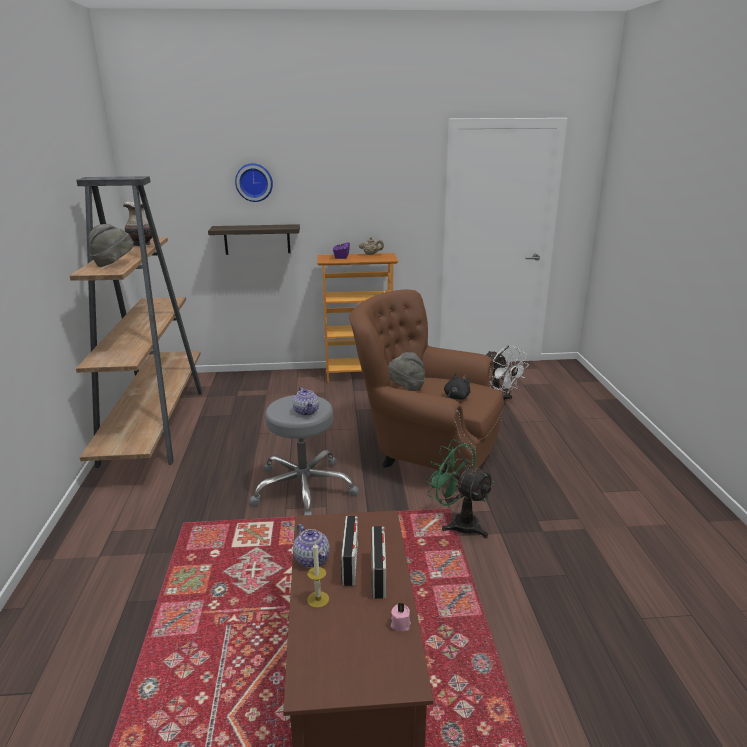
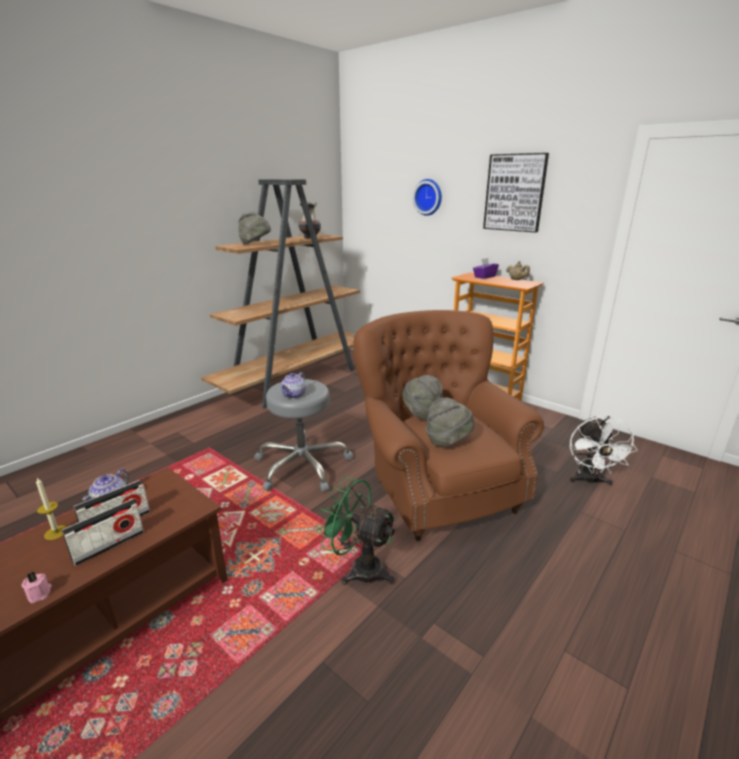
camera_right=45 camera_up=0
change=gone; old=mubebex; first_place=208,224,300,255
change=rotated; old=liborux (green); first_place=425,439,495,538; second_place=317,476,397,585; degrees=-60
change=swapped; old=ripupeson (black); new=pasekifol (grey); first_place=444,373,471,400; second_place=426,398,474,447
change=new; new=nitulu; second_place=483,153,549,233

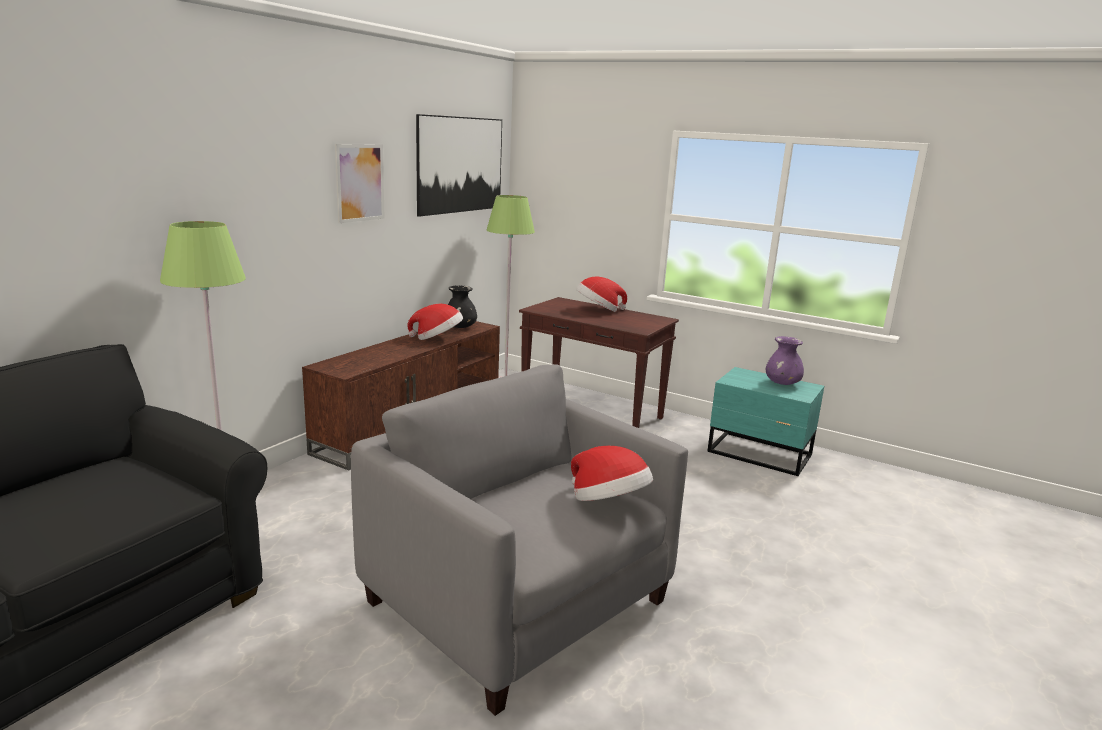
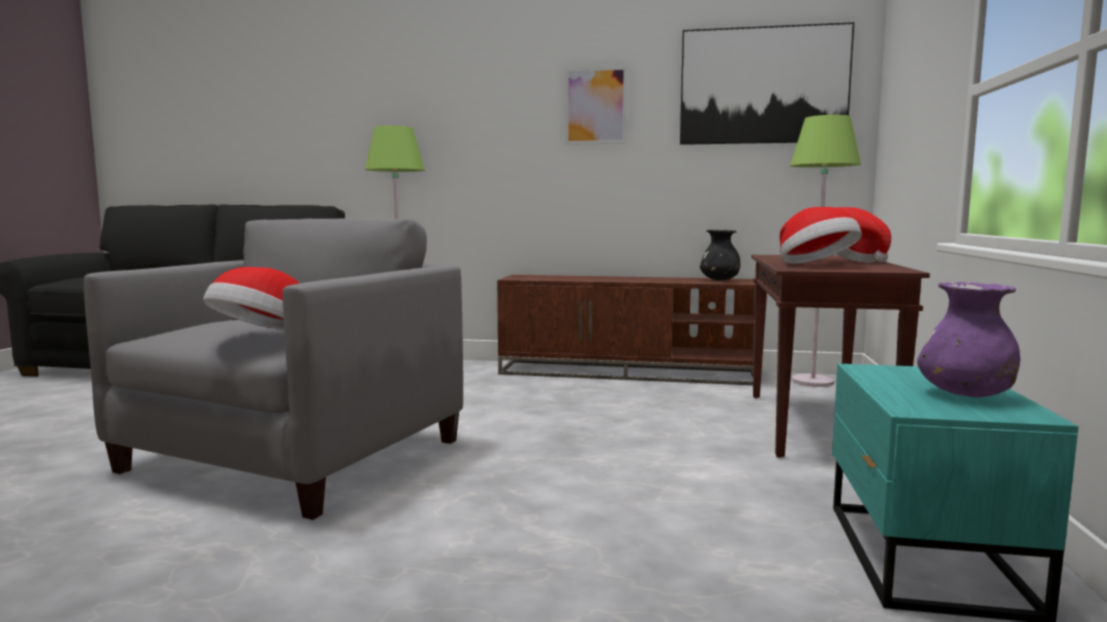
camera_right=70 camera_up=-10
change=shifted; old=pasekifol; first_place=407,304,463,340; second_place=780,207,862,264

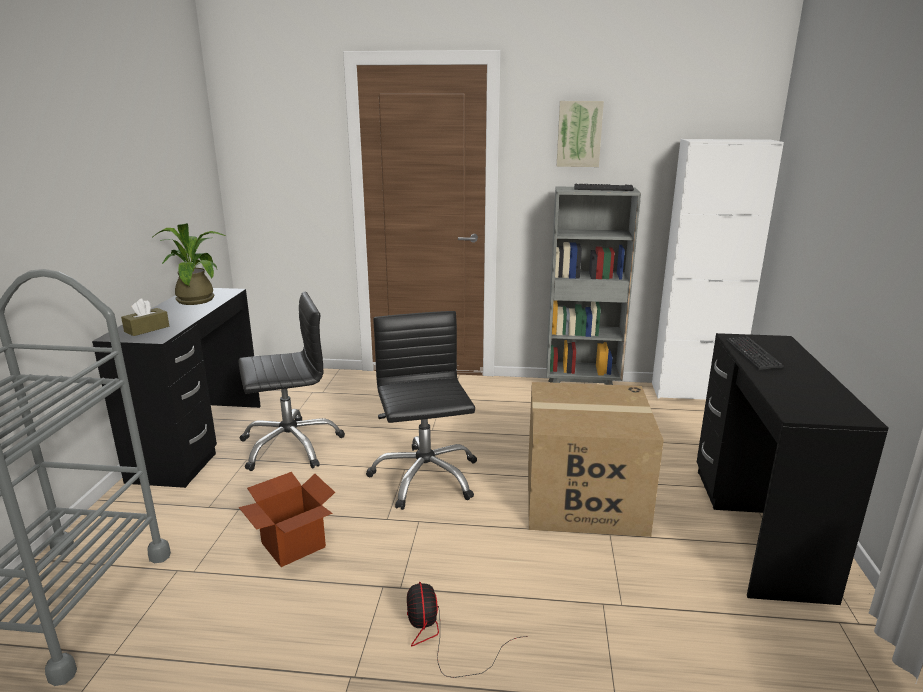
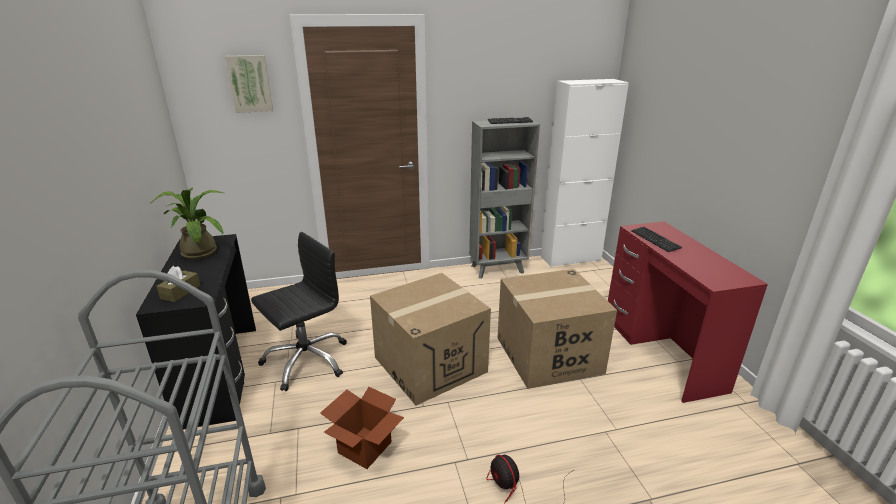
camera_right=-20 camera_up=5
change=swapped; old=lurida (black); new=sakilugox; first_place=366,311,477,510; second_place=370,273,491,406
change=shifted; old=nitulu; first_place=557,101,604,167; second_place=225,55,273,113
change=repainted; old=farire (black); new=farire (red); first_place=697,333,889,605; second_place=608,221,768,403

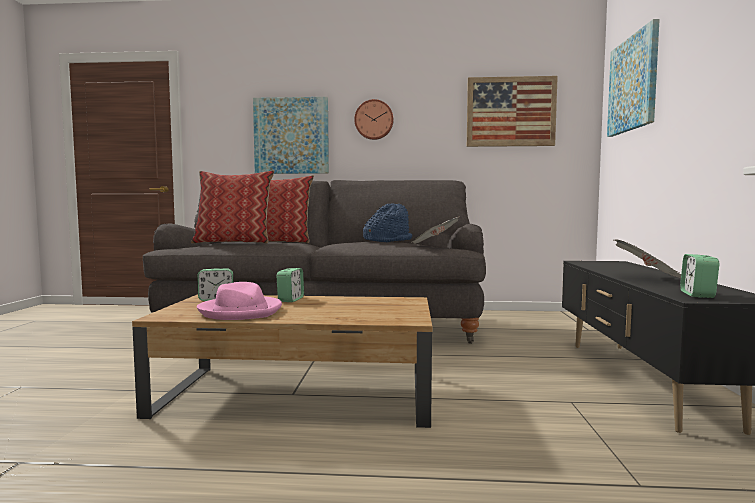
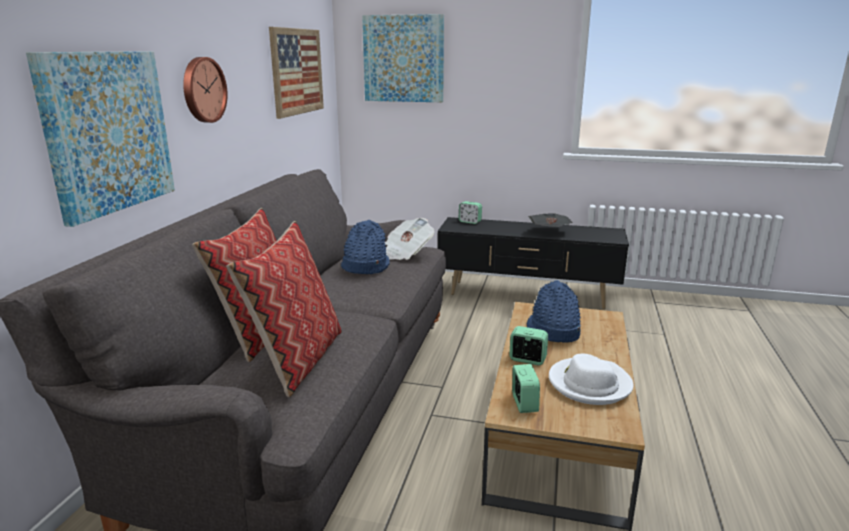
camera_right=-80 camera_up=15
change=repainted; old=pasekifol (pink); new=pasekifol (white); first_place=197,282,282,320; second_place=549,354,633,405
change=shifted; old=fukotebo; first_place=680,254,719,298; second_place=459,201,482,224
change=new; new=pasekifol (blue); second_place=527,280,581,342

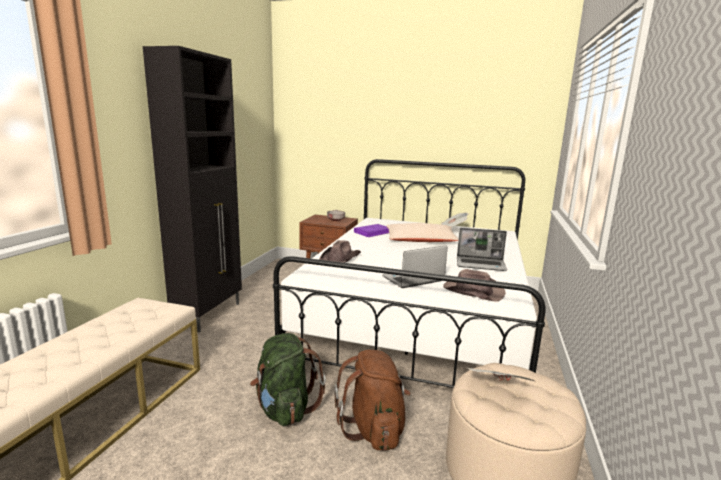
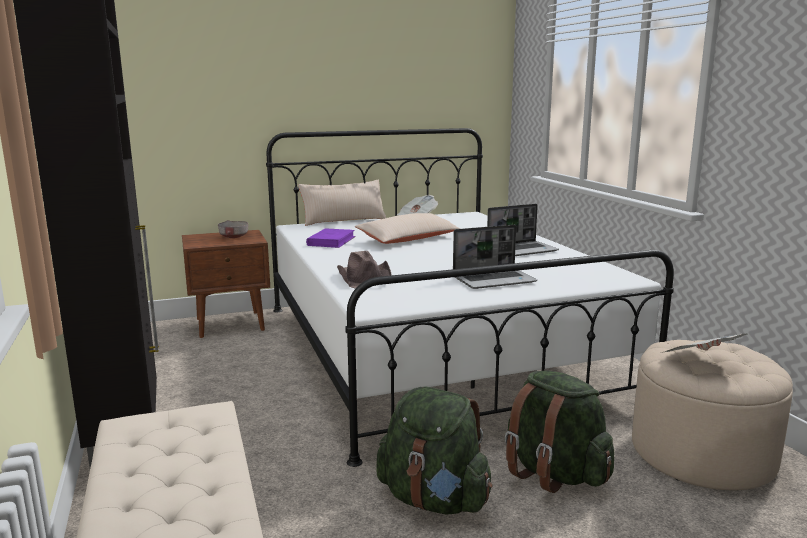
camera_right=-35 camera_up=0
change=repainted; old=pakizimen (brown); new=pakizimen (green); first_place=335,350,410,451; second_place=505,371,614,493
change=rotated; old=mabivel; first_place=382,246,448,288; second_place=453,225,537,289; degrees=-135
change=gone; old=pasekifol (brown); first_place=443,269,506,302
change=new; new=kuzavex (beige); second_place=298,180,386,226

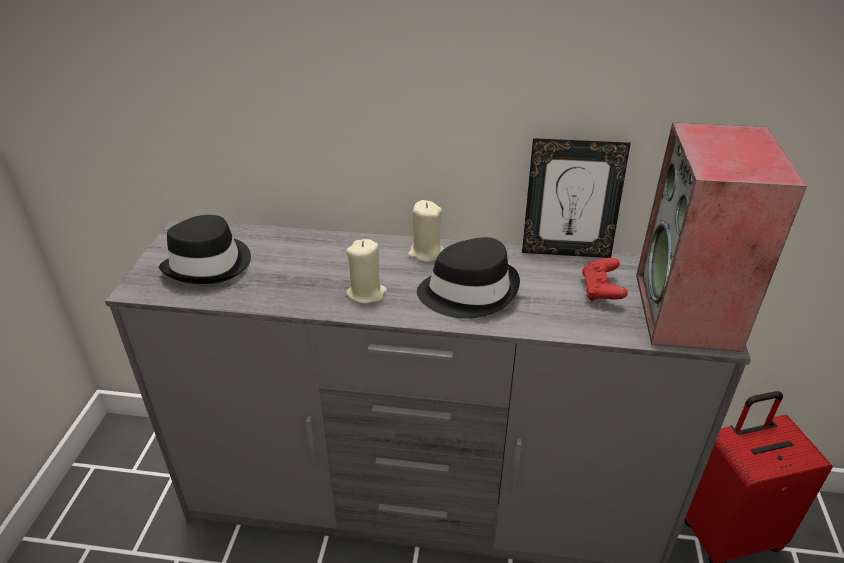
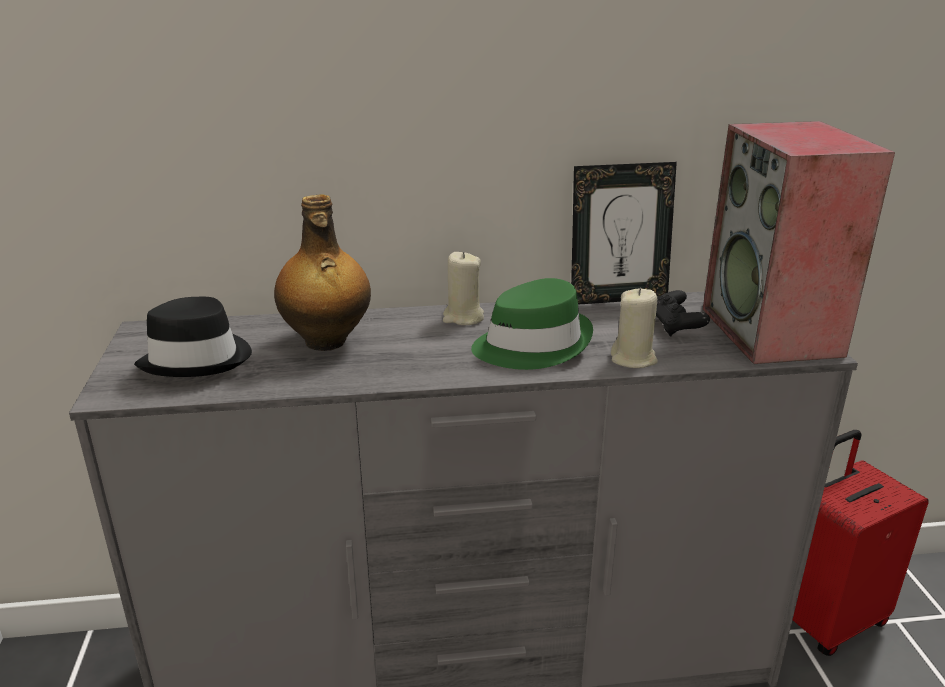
camera_right=-15 camera_up=-10
change=shifted; old=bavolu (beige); first_place=346,239,387,304; second_place=611,288,658,368
change=repainted; old=pasekifol (black); new=pasekifol (green); first_place=417,237,520,319; second_place=471,278,593,370
change=repainted; old=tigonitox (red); new=tigonitox (black); first_place=582,258,628,302; second_place=656,290,710,337
change=new; new=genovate; second_place=274,194,371,351

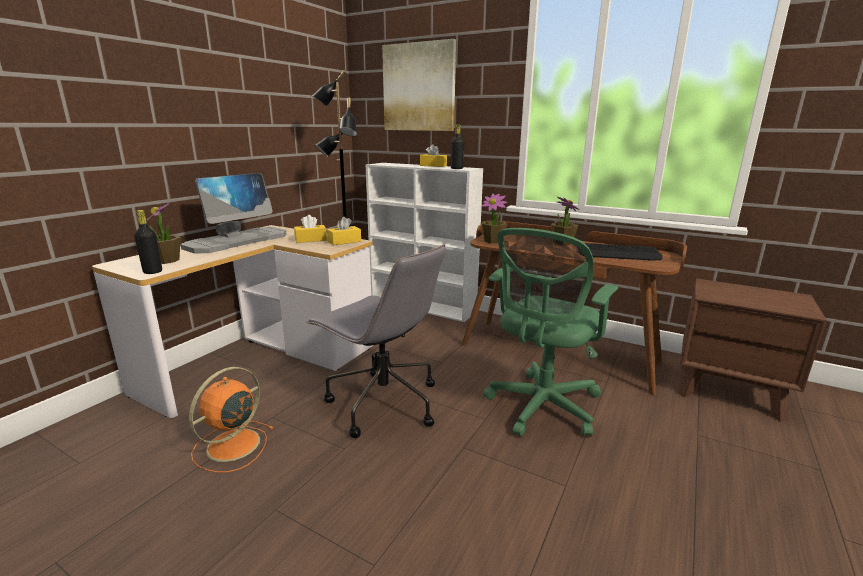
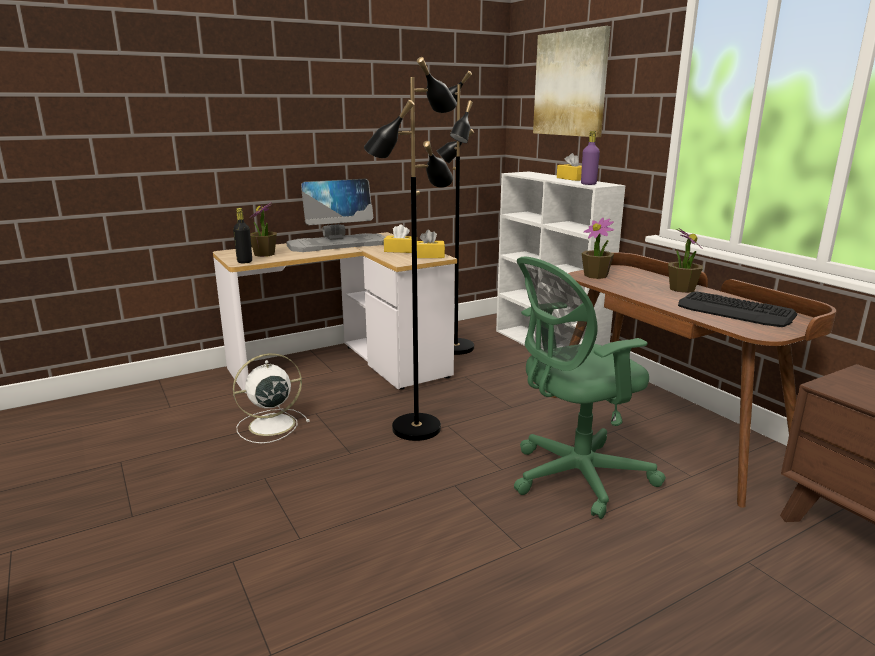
camera_right=30 camera_up=0
change=repainted; old=liborux (orange); new=liborux (white); first_place=189,367,273,473; second_place=233,353,310,443
change=swapped; old=lurida (grey); new=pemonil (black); first_place=306,244,446,438; second_place=364,57,457,441
change=repainted; old=genovate (black); new=genovate (purple); first_place=451,125,465,169; second_place=581,131,600,185

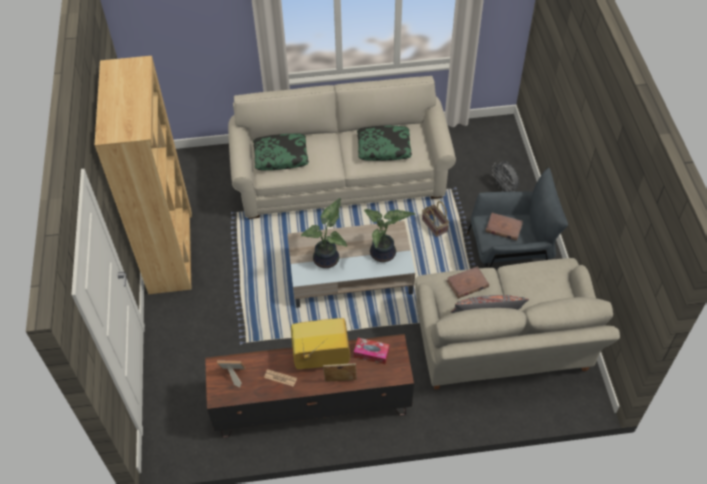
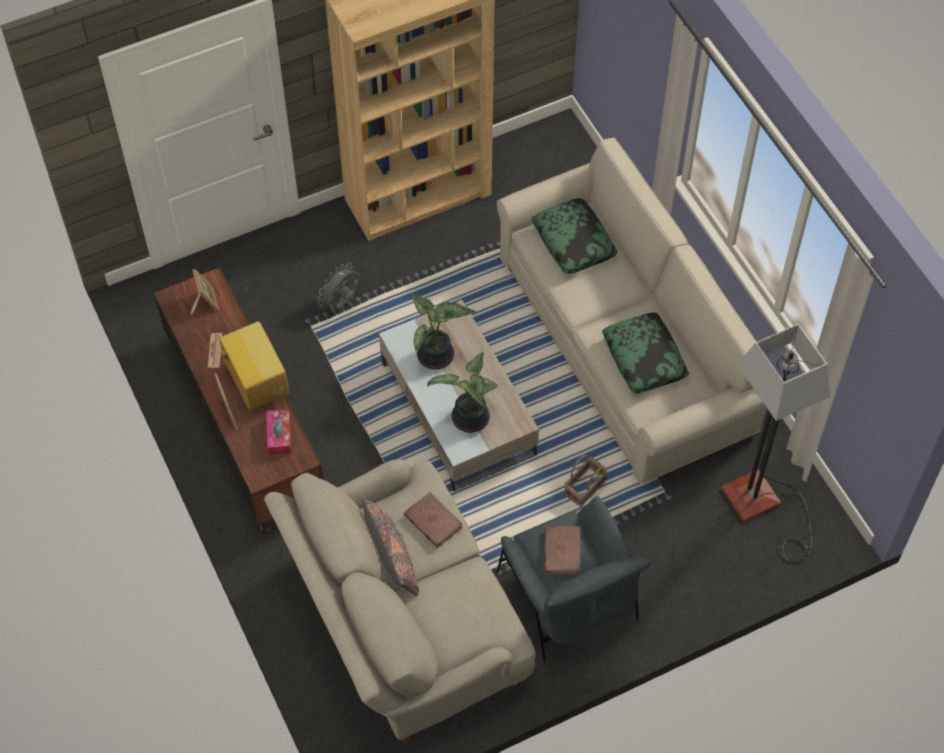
camera_right=70 camera_up=5
change=shifted; old=liborux (grey); first_place=492,161,519,192; second_place=318,263,360,311
change=new; new=pemonil; second_place=721,324,830,563

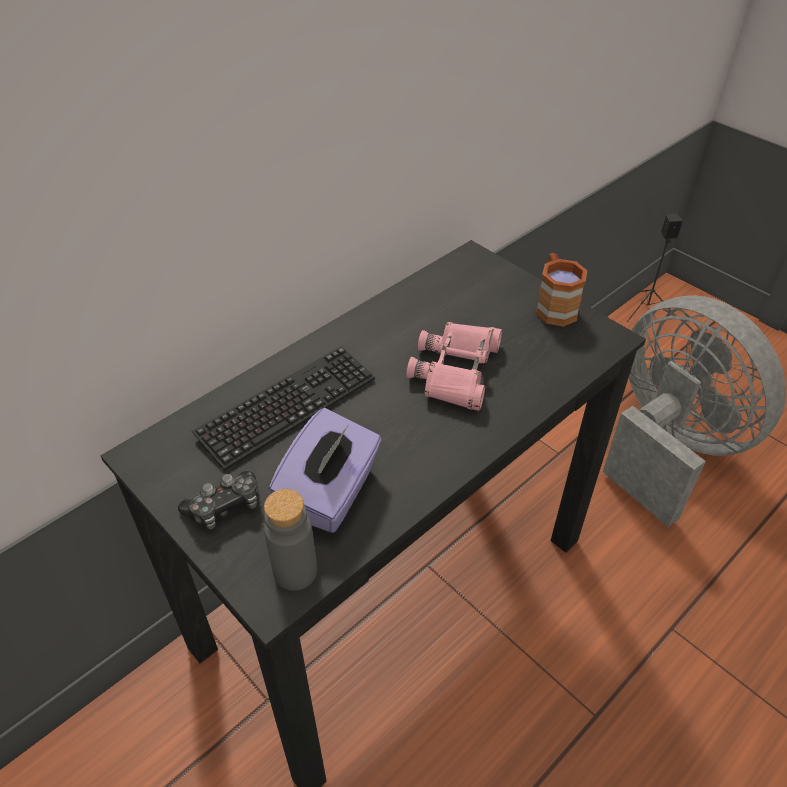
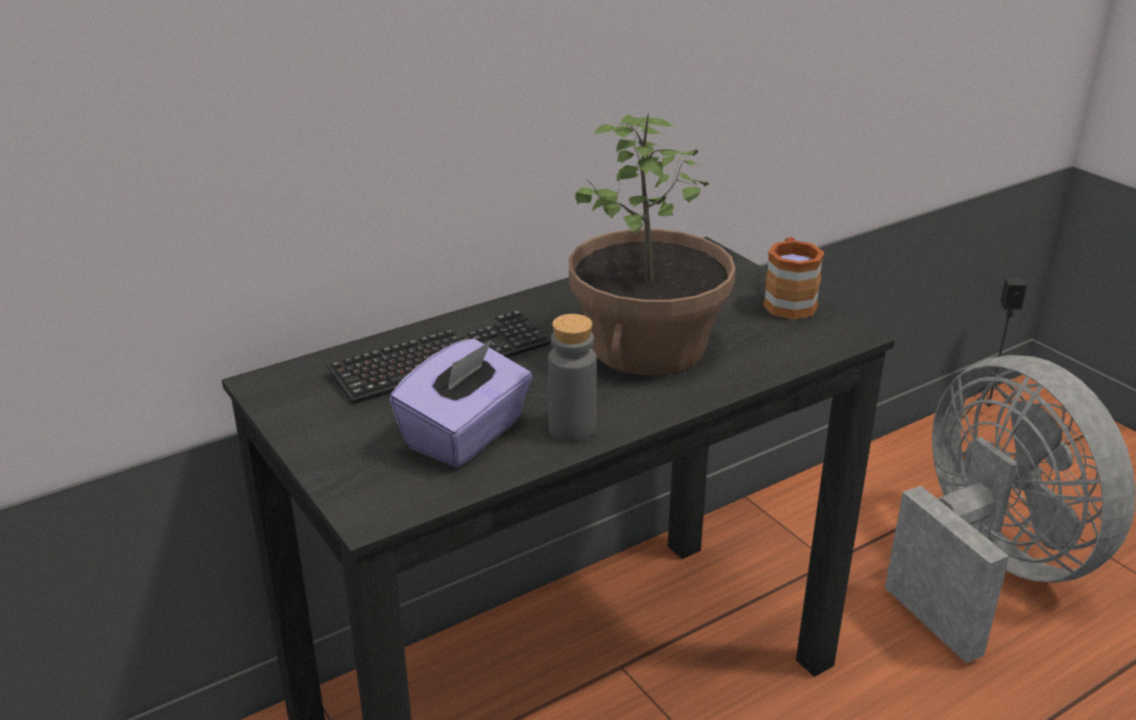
camera_right=10 camera_up=-15
change=gone; old=tigonitox; first_place=178,471,258,530
change=shifted; old=genovate (grey); first_place=264,489,317,591; second_place=548,314,597,442
change=swapped; old=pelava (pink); new=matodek; first_place=407,322,502,411; second_place=569,113,736,375

